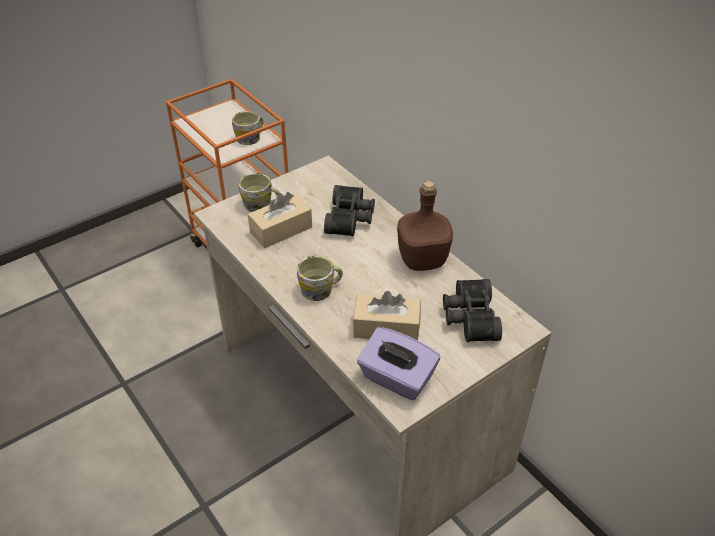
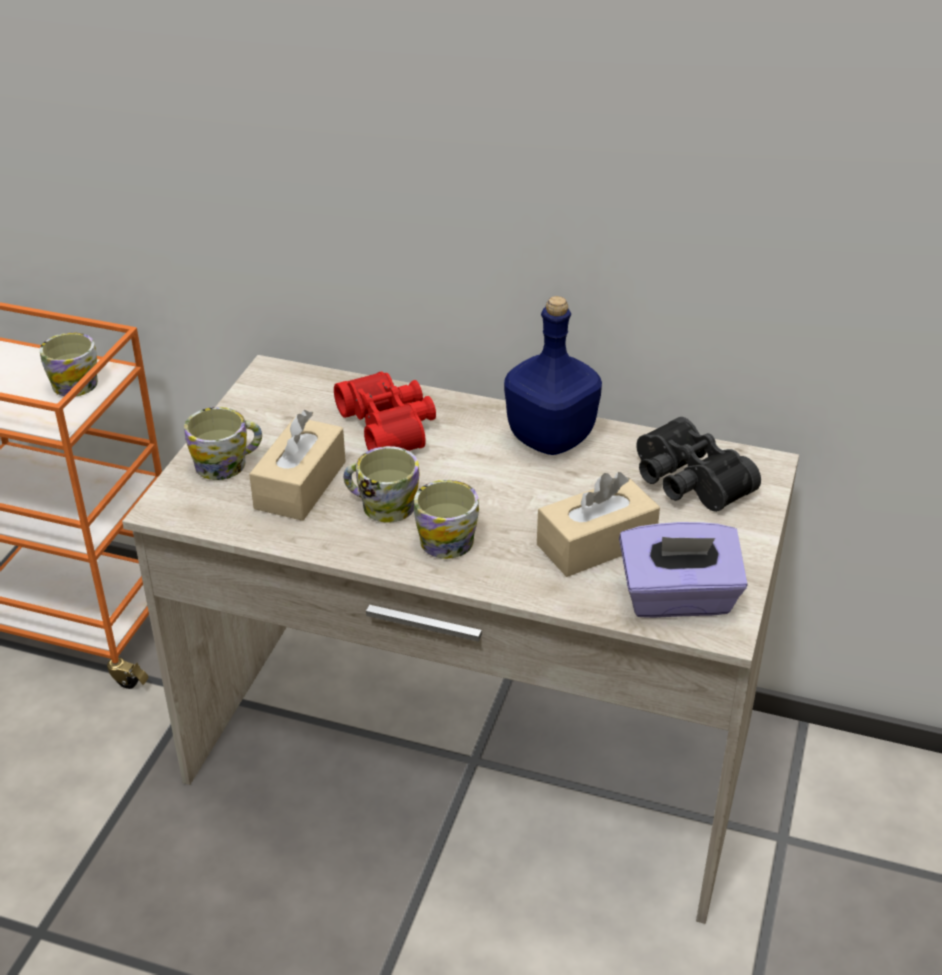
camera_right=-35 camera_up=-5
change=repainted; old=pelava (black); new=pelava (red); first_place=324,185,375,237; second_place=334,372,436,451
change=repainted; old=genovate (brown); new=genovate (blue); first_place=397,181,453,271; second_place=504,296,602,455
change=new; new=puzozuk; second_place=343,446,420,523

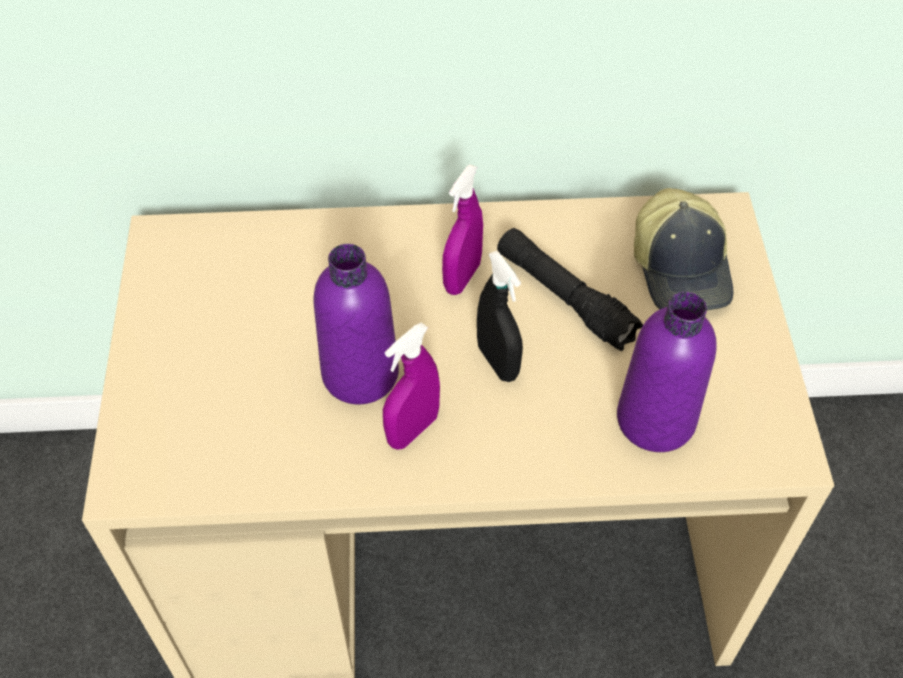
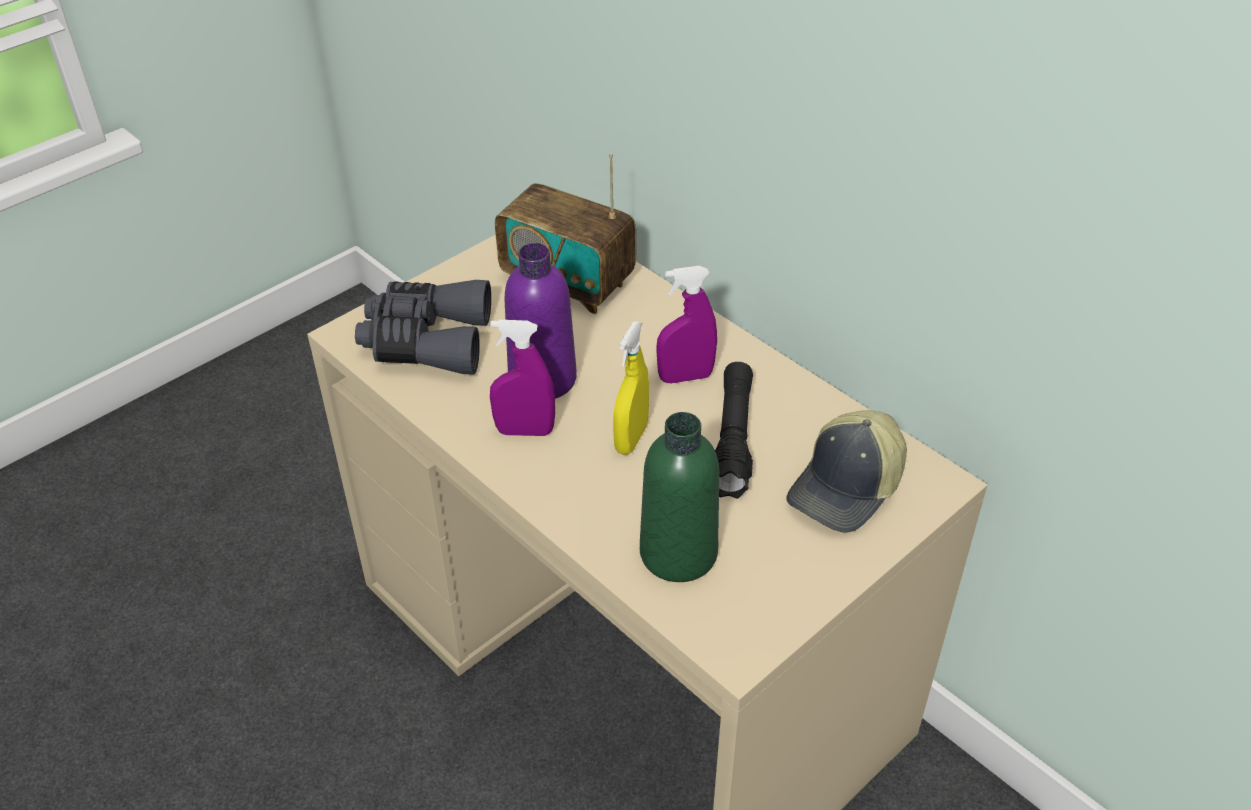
camera_right=50 camera_up=-10
change=repainted; old=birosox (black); new=birosox (yellow); first_place=477,251,523,382; second_place=613,321,649,455
change=repainted; old=genovate (purple); new=genovate (green); first_place=617,292,717,452; second_place=640,412,719,582
change=new; new=pelava (grey); second_place=355,280,491,375
change=new; new=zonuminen; second_place=495,153,636,314

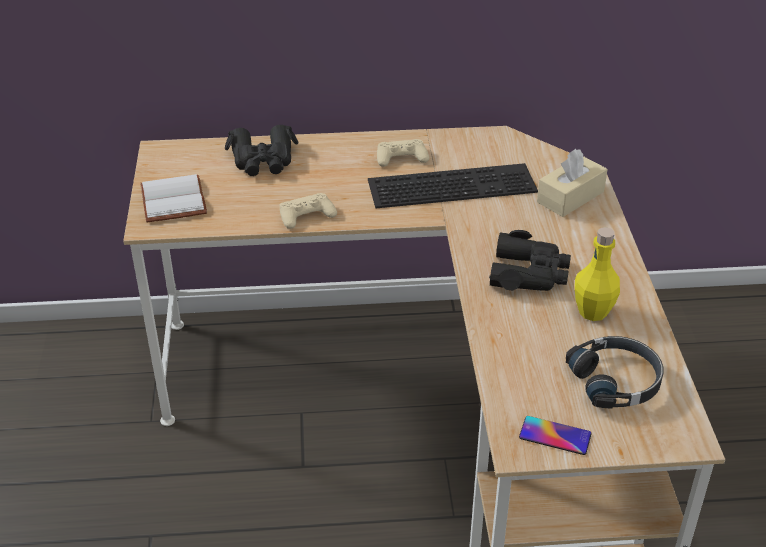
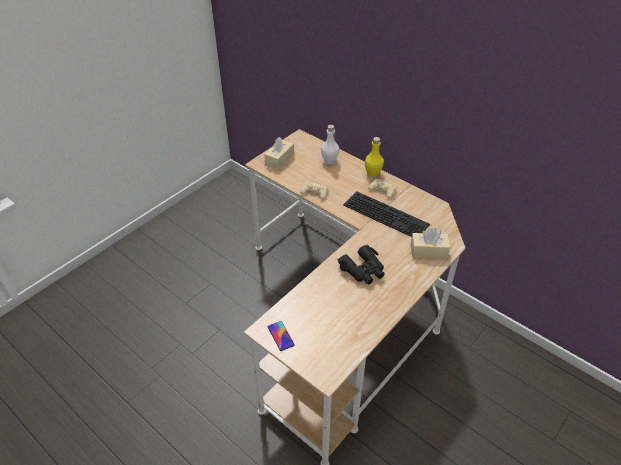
camera_right=45 camera_up=5
change=swapped; old=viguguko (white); new=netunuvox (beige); first_place=140,174,207,223; second_place=264,137,294,169
change=swapped; old=pelava (black); new=genovate (white); first_place=225,125,298,176; second_place=321,125,340,164
change=gone; old=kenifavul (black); first_place=566,336,664,409
change=shifted; old=genovate (yellow); first_place=575,227,620,321; second_place=365,137,384,177

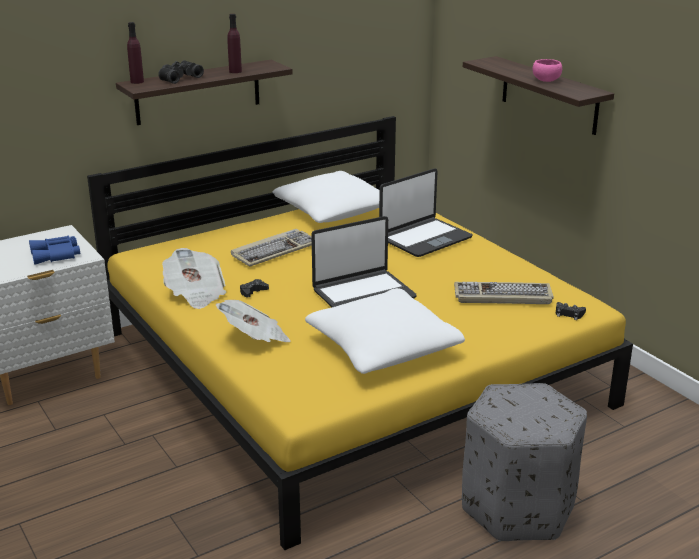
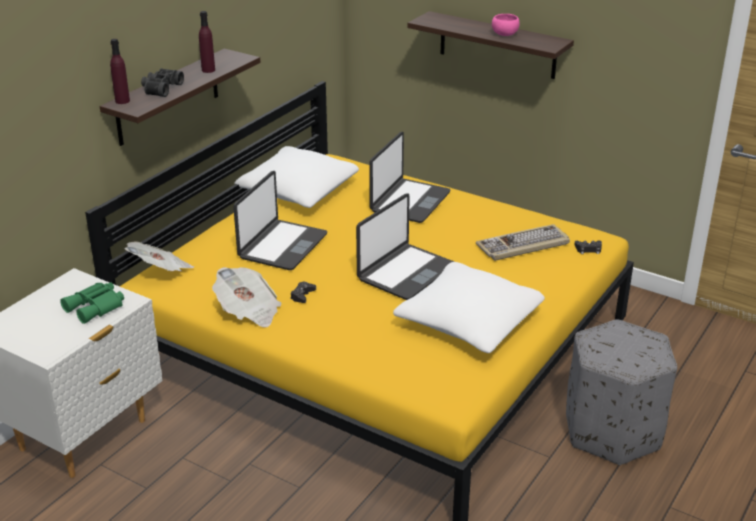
camera_right=-25 camera_up=5
change=repainted; old=pelava (blue); new=pelava (green); first_place=29,235,80,265; second_place=60,283,124,324
change=shifted; old=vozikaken; first_place=216,300,291,342; second_place=124,241,194,271
change=swapped; old=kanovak; new=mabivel; first_place=231,229,312,267; second_place=233,171,327,270

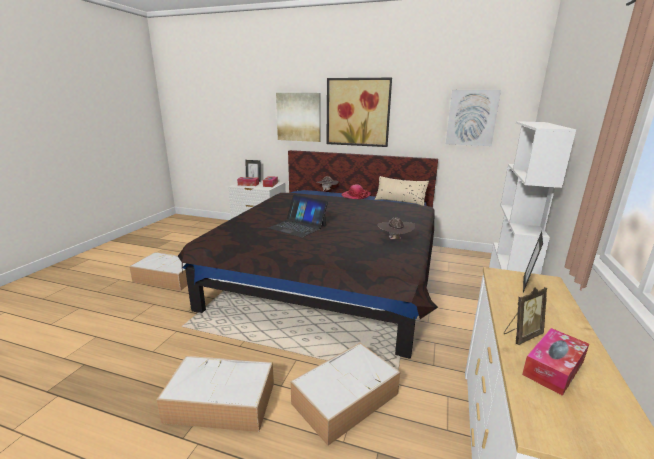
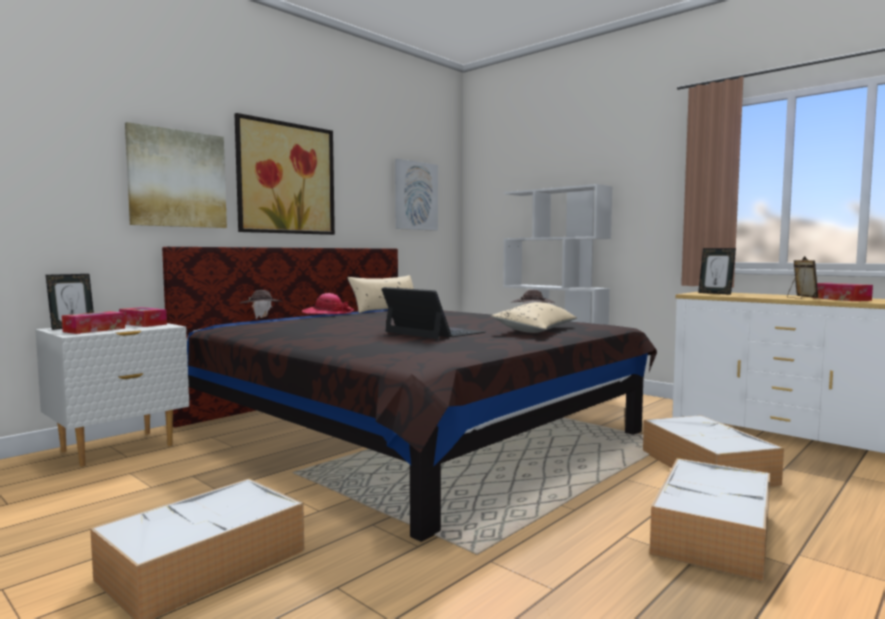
camera_right=-65 camera_up=-15
change=rotated; old=mabivel; first_place=268,195,328,238; second_place=381,287,485,339; degrees=-105
change=new; new=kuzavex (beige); second_place=491,302,577,333

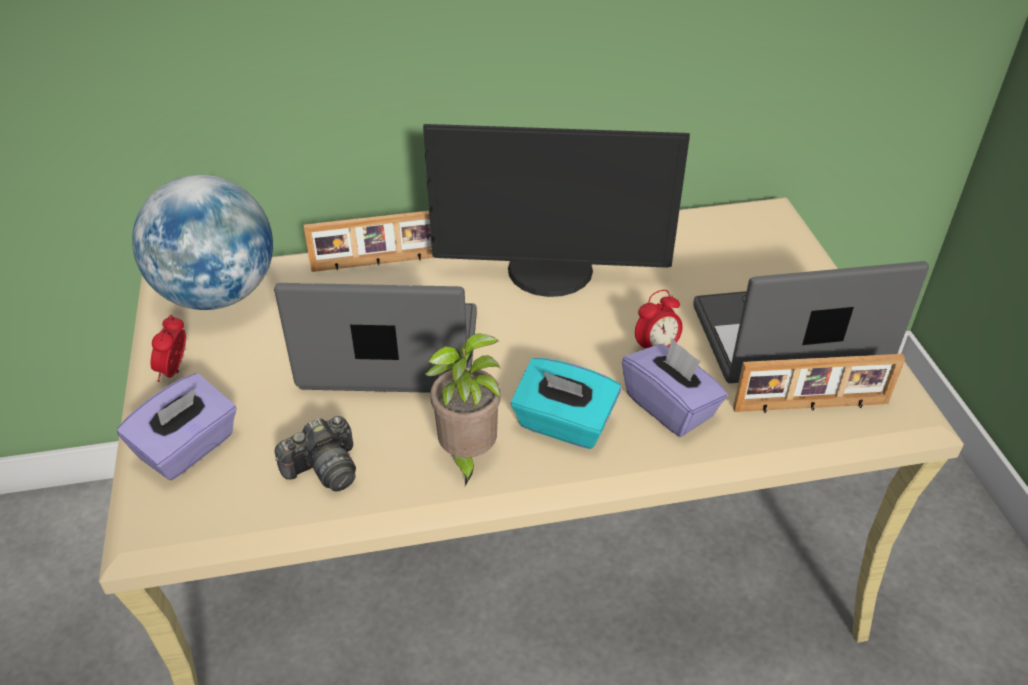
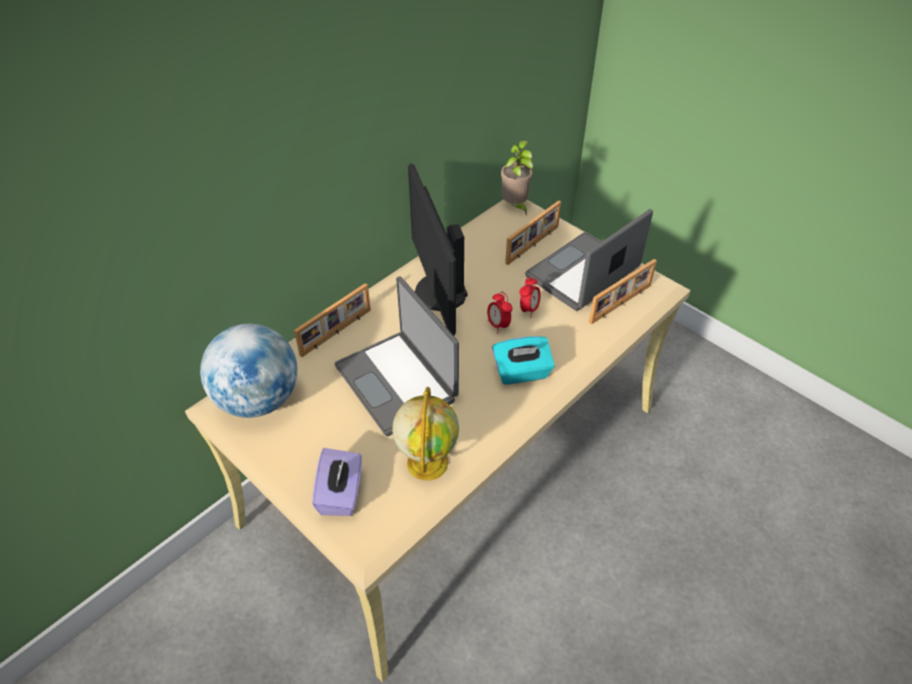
camera_right=-35 camera_up=5
change=shifted; old=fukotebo; first_place=151,315,186,382; second_place=487,292,513,329
change=rotated; old=mabivel; first_place=274,283,477,393; second_place=335,276,459,436; degrees=-90
change=swapped; old=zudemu; new=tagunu; first_place=275,416,356,491; second_place=392,387,459,481
change=rotated; old=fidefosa; first_place=423,124,690,297; second_place=408,163,467,336; degrees=105
change=shifted; old=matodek; first_place=425,334,500,486; second_place=501,141,533,214
change=gone; old=netunuvox (purple); first_place=622,338,728,437
change=new; new=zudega; second_place=505,200,561,265

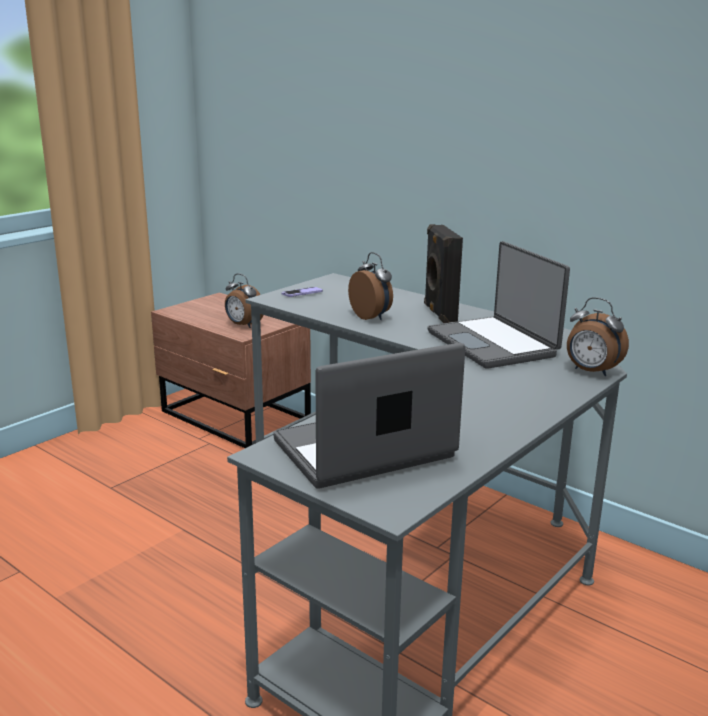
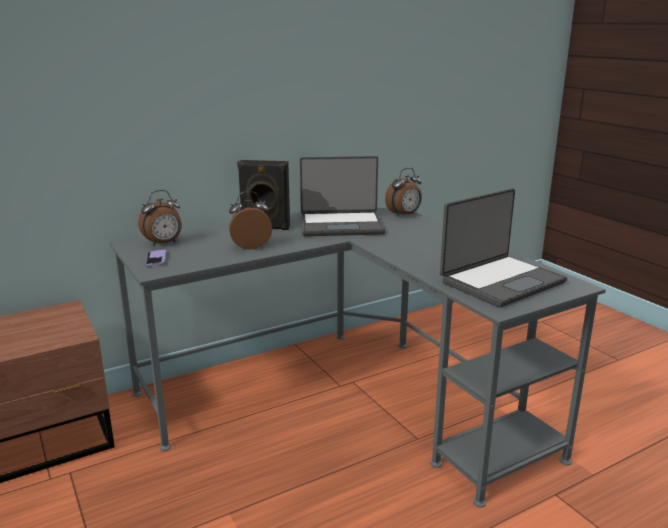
camera_right=-70 camera_up=0
change=shifted; old=fukotebo; first_place=225,274,263,328; second_place=138,190,182,246
change=rotated; old=mabivel; first_place=273,343,465,489; second_place=440,188,567,307; degrees=-120

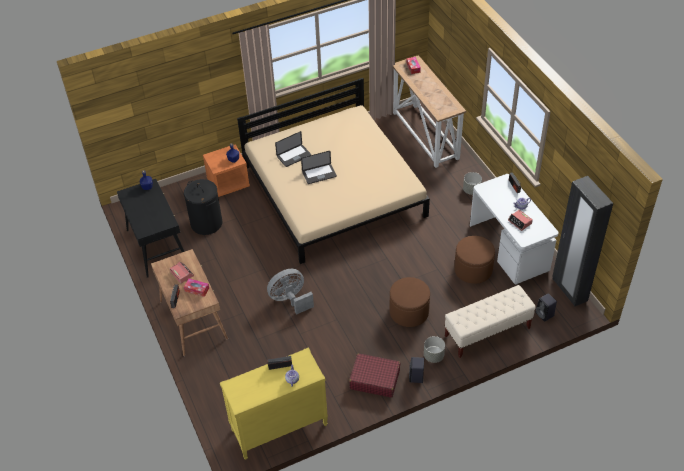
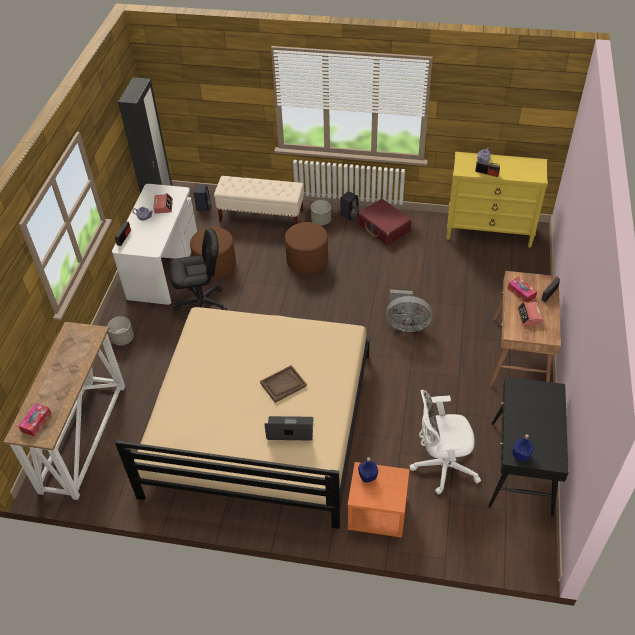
camera_right=-145 camera_up=0
change=swapped; old=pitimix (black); new=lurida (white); first_place=184,179,222,235; second_place=410,390,481,495
change=swapped; old=mabivel; new=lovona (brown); first_place=301,151,337,184; second_place=260,365,307,403
change=new; new=lurida (black); second_place=169,228,227,311

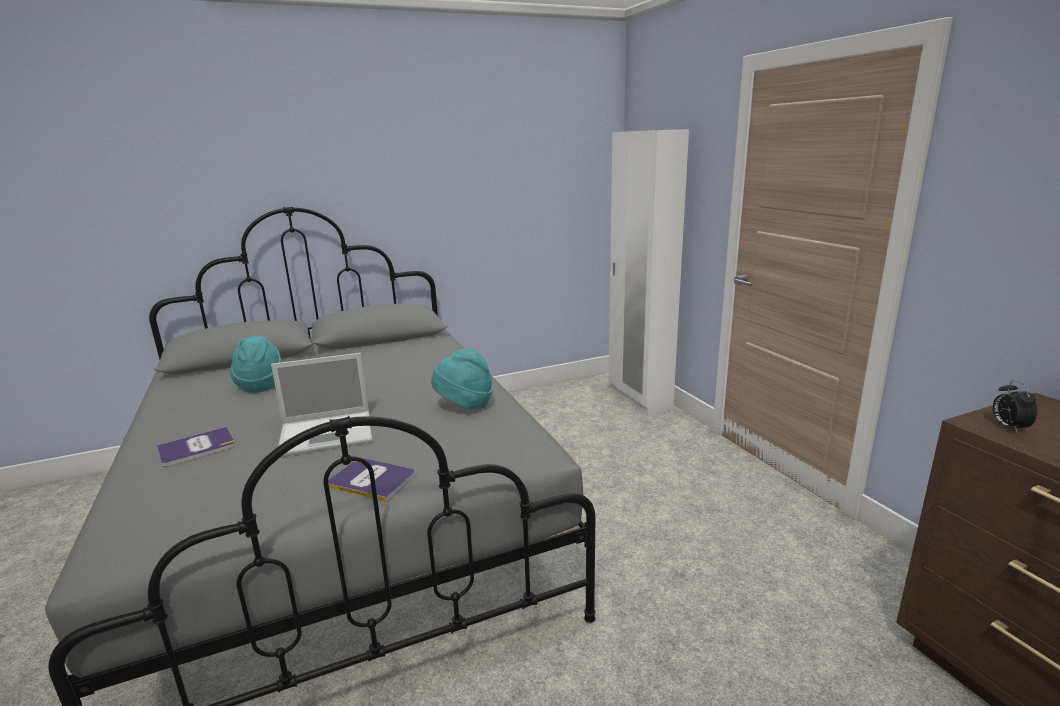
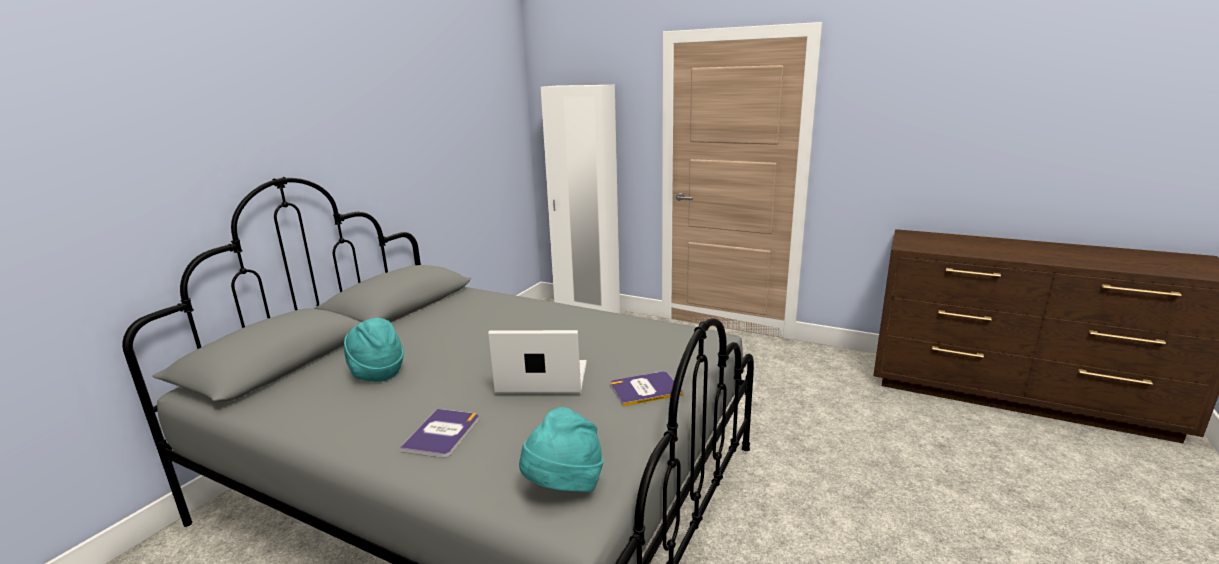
camera_right=-40 camera_up=0
change=rotated; old=mabivel; first_place=271,353,372,457; second_place=488,330,587,394; degrees=-120
change=shifted; old=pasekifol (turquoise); first_place=431,349,493,409; second_place=519,407,603,492
change=gone; old=fukotebo; first_place=993,380,1038,433

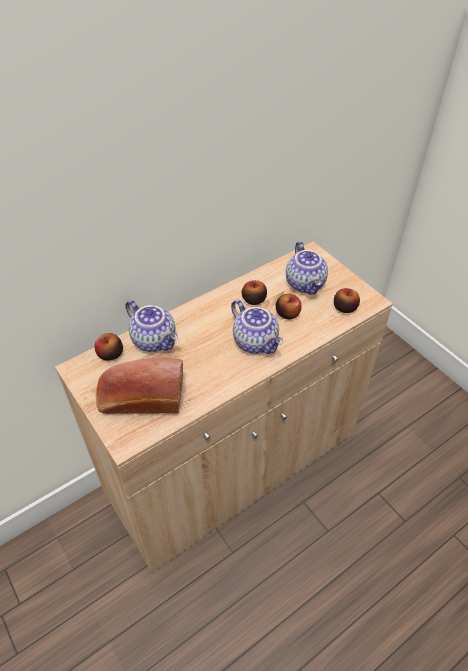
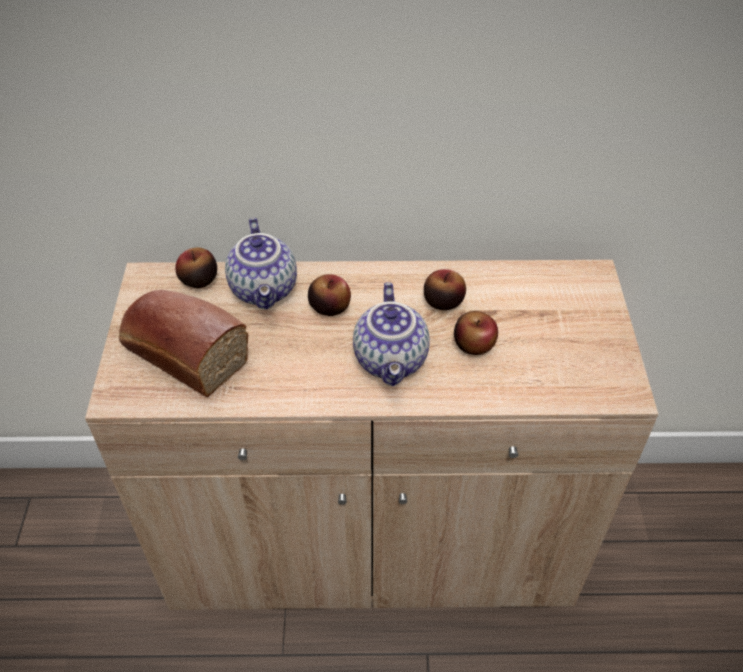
camera_right=35 camera_up=0
change=gone; old=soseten; first_place=286,241,328,295
change=shifted; old=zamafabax; first_place=334,288,360,313; second_place=308,274,351,316

